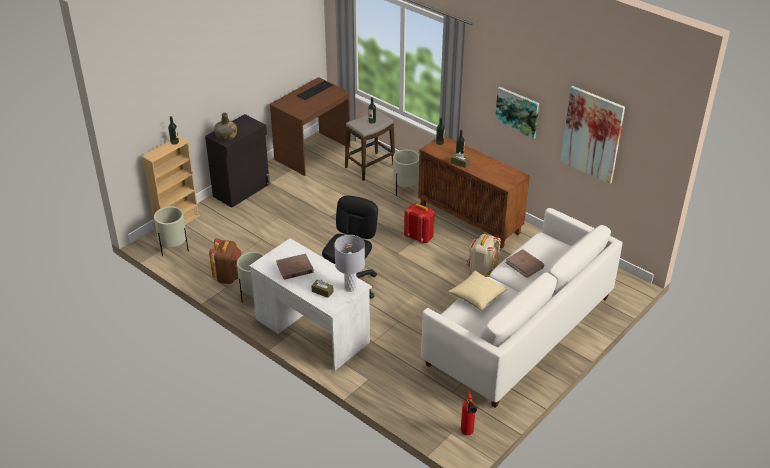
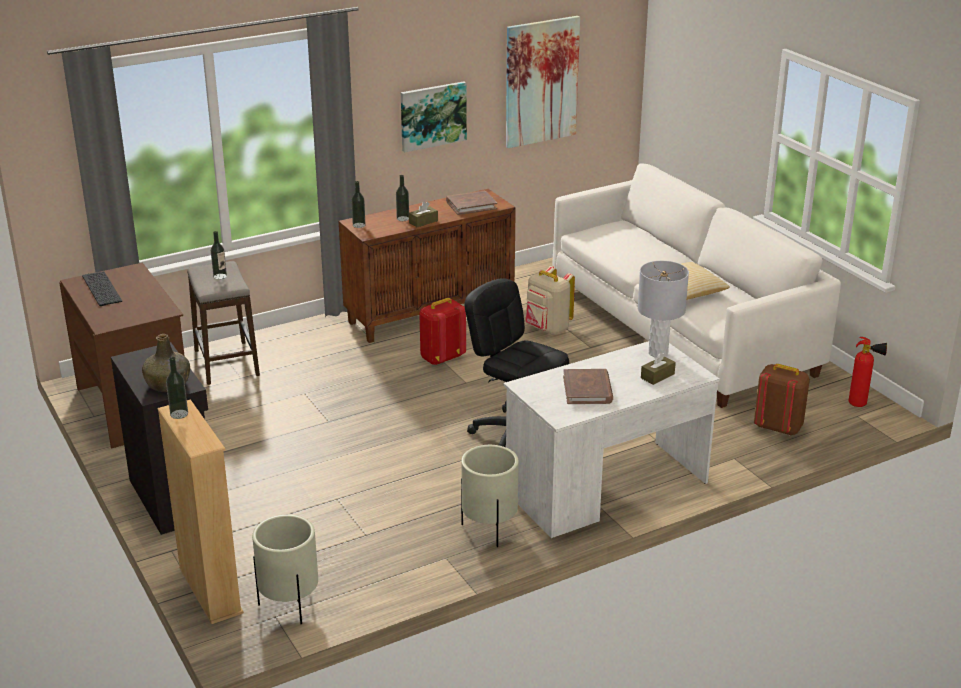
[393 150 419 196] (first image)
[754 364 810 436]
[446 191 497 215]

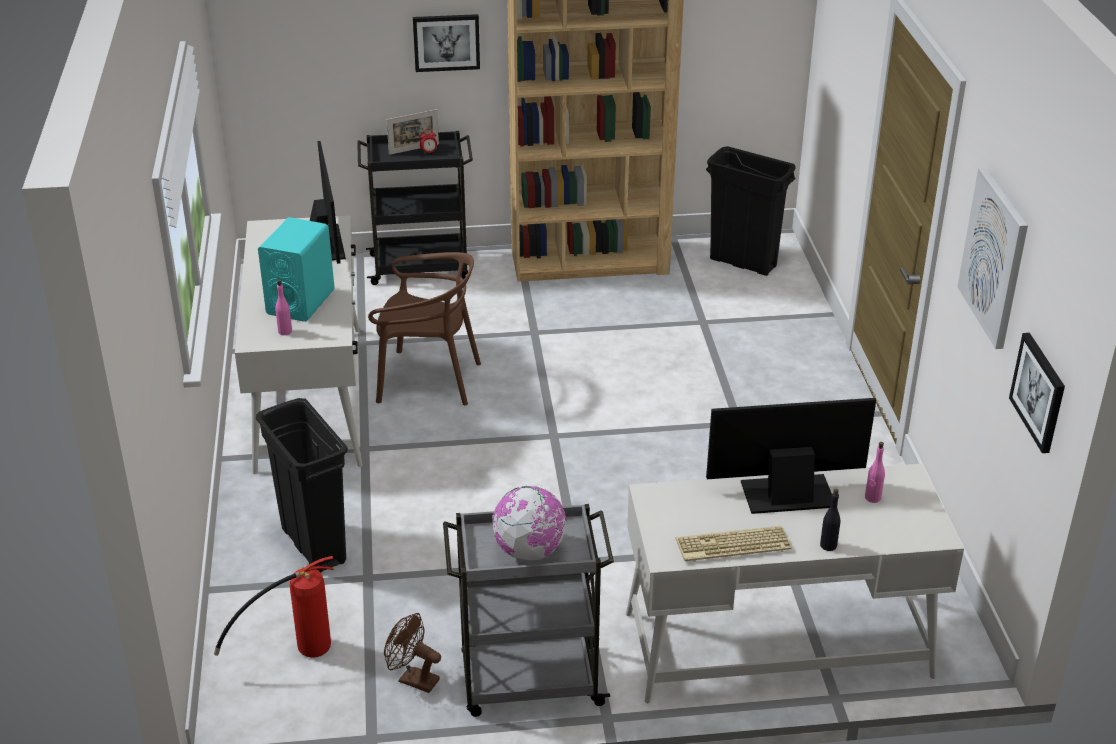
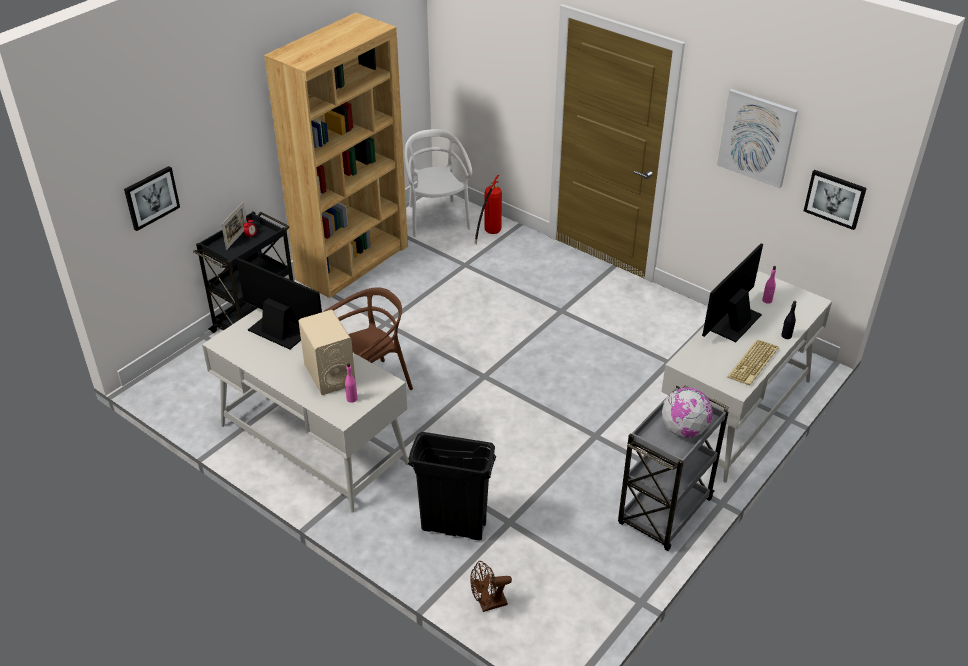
[474 175 502 244]
[470 561 512 612]
[124 166 180 231]
[404 129 472 237]
[298 310 355 395]

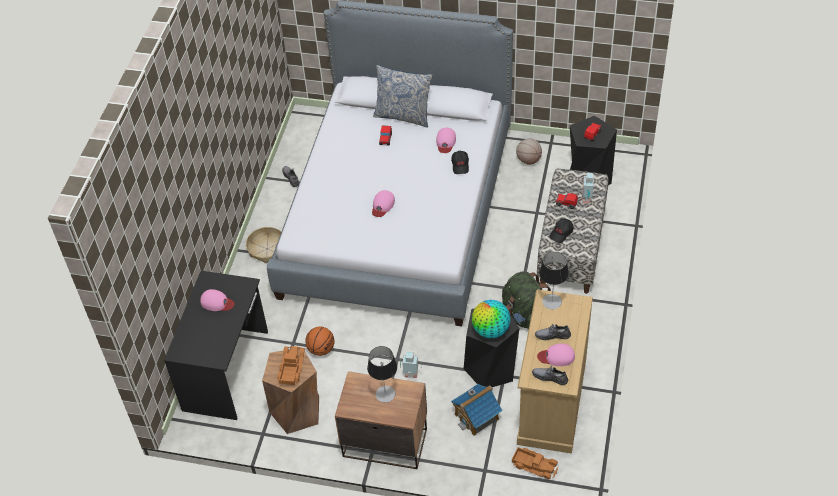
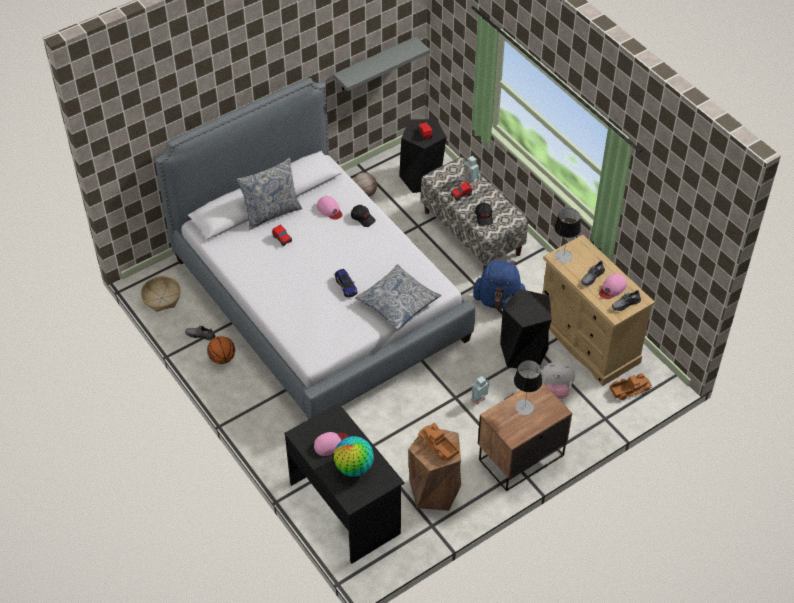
[333 36 430 91]
[355 264 441 330]
[141 276 181 312]
[207 336 235 364]
[334 436 374 477]
[335 269 357 297]
[541 361 575 399]
[473 259 526 309]

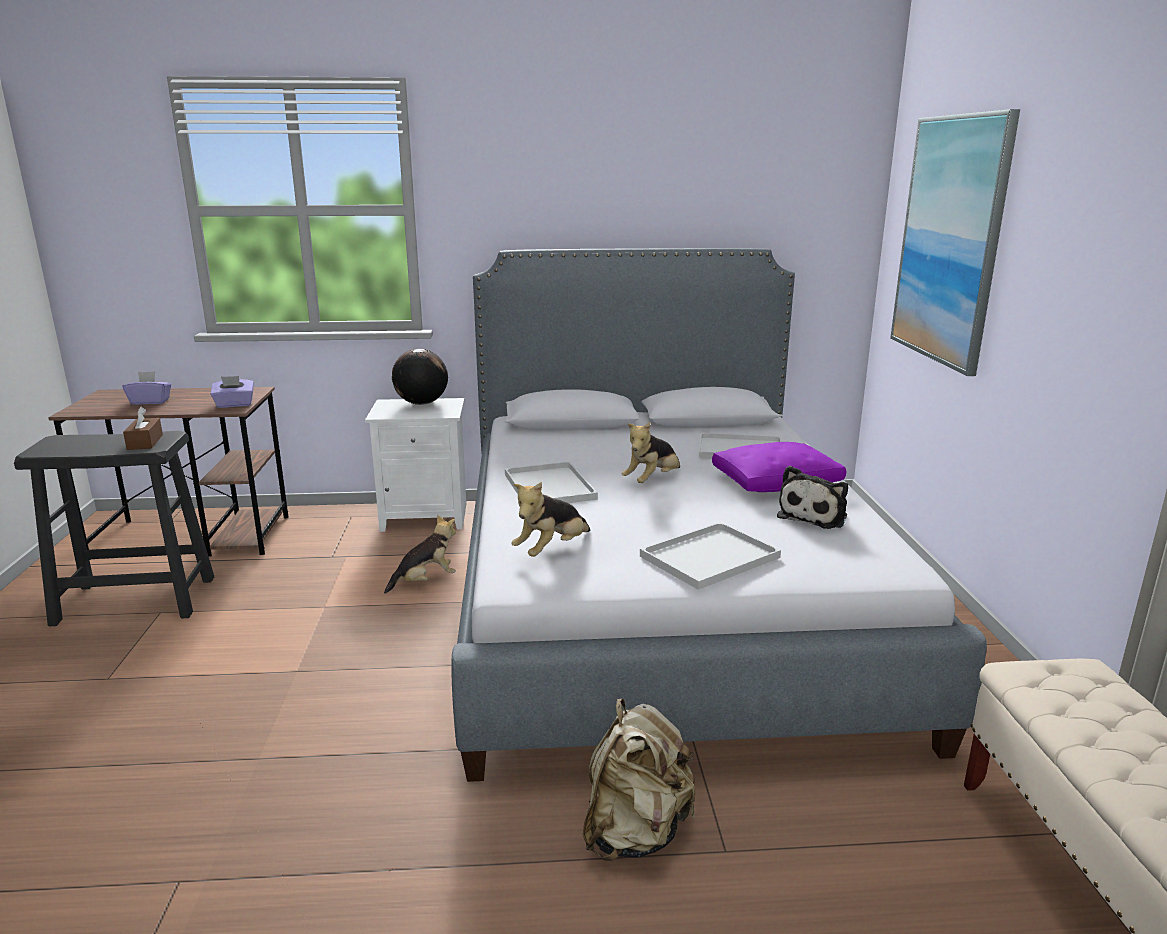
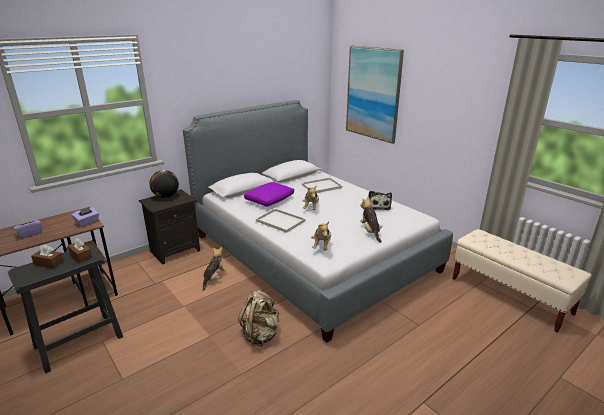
[31 245 64 268]
[238 290 279 346]
[244 182 294 207]
[360 196 383 243]
[139 189 200 265]

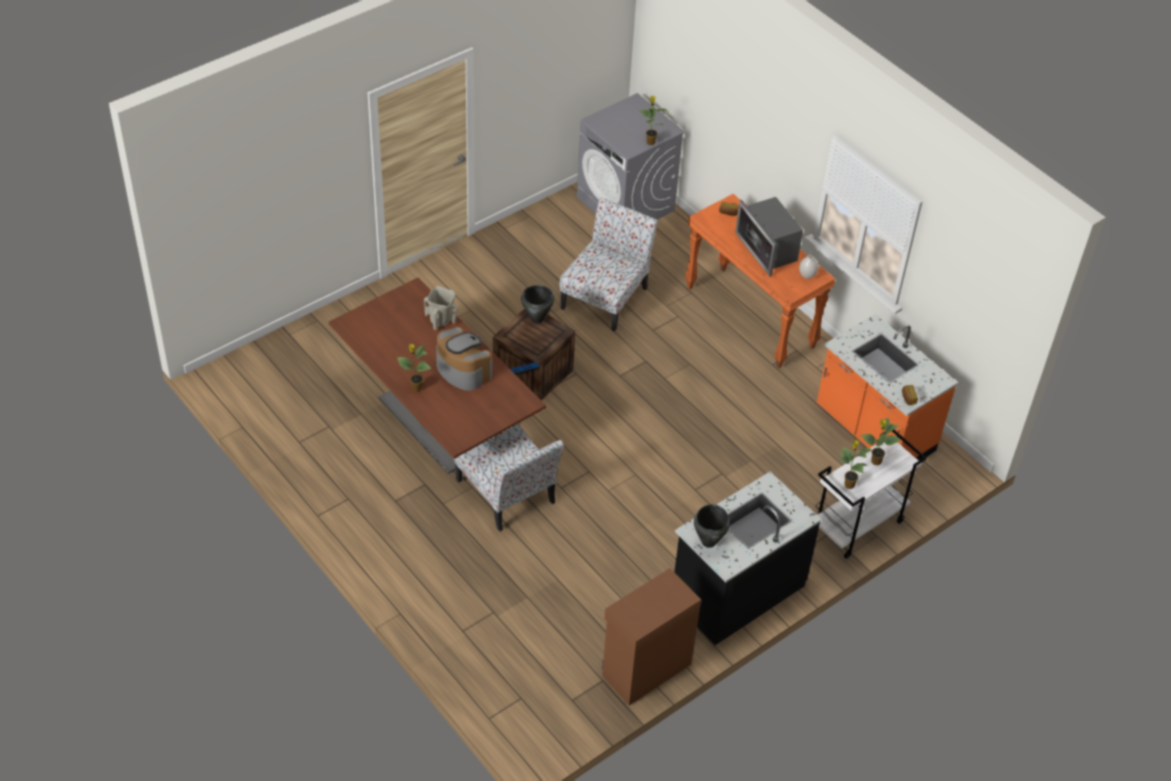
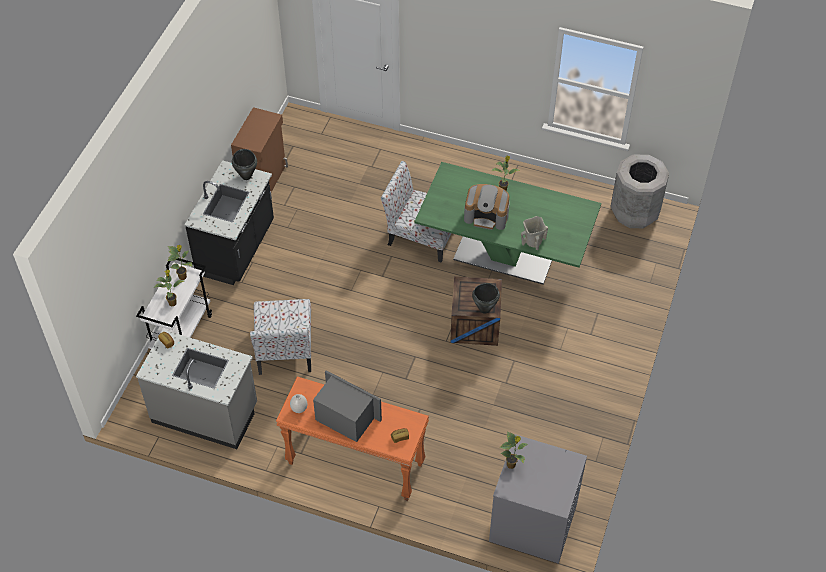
[610 155 669 228]
[250 299 311 375]
[414 162 601 284]
[136 330 257 449]

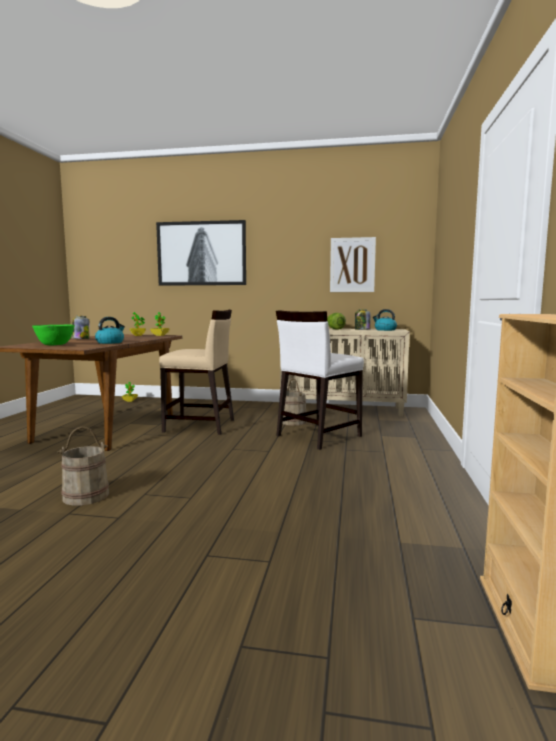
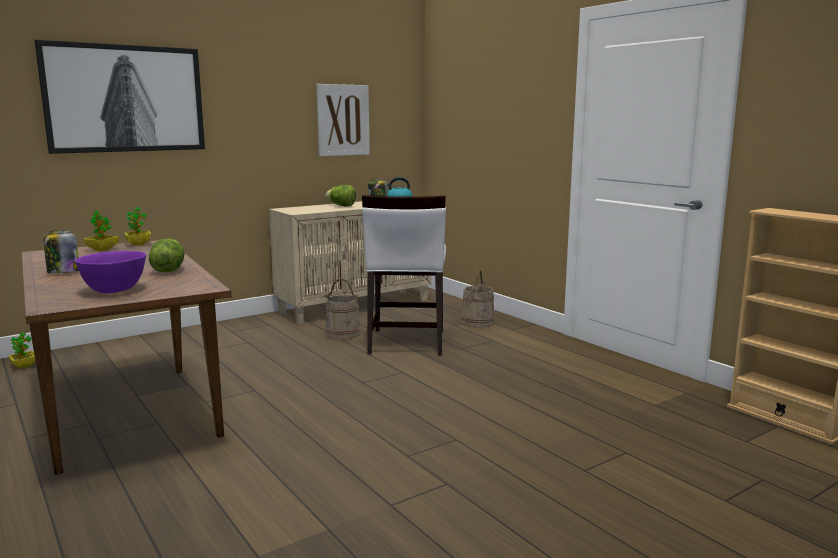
[159 309 234 435] (first image)
[461 270 495 328]
[149 238 184 272]
[75 251 146 293]

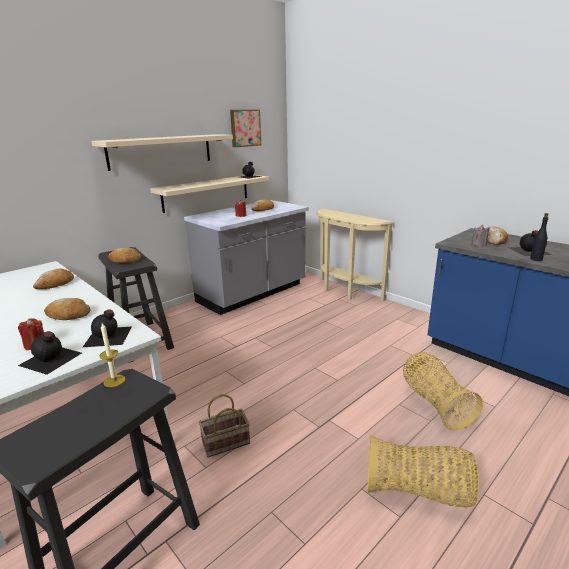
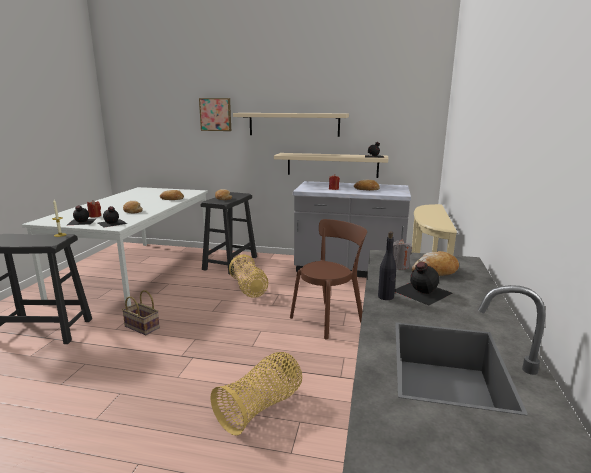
[290 219 367 340]
[199 98 231 131]
[229 255 268 298]

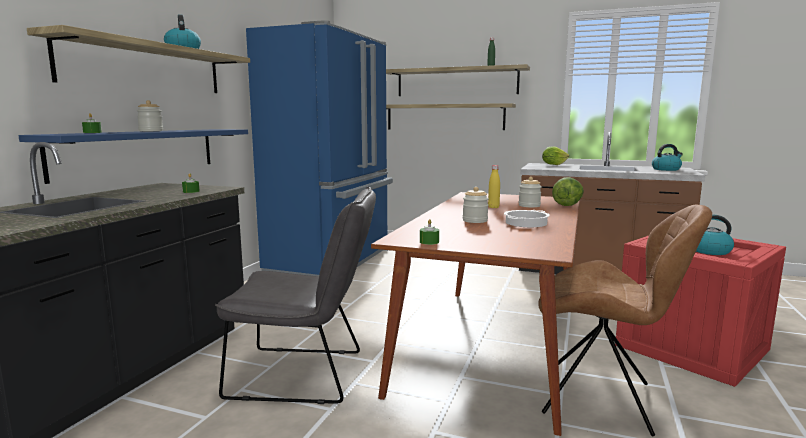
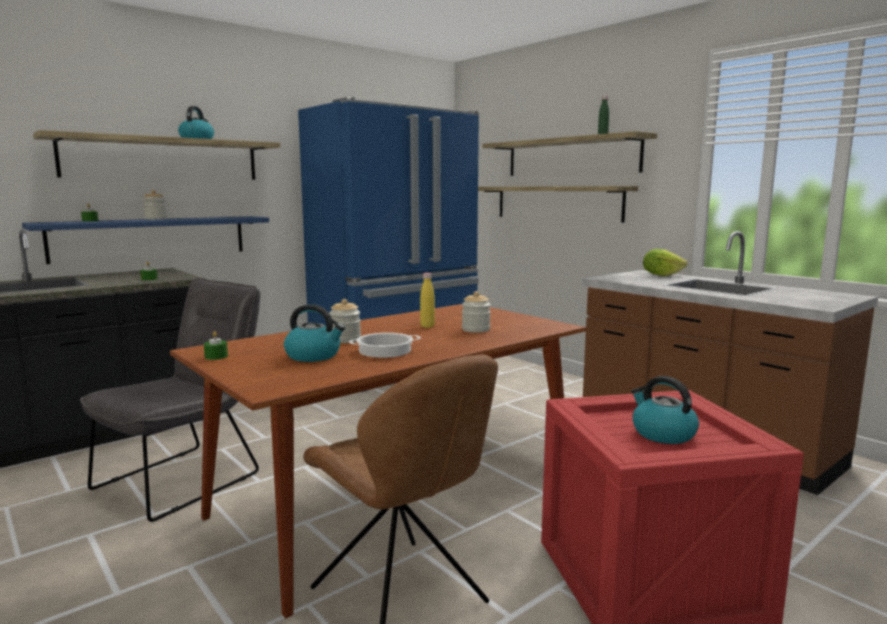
[552 177 584 206] (first image)
[284 304 345 362]
[80 278 261 522]

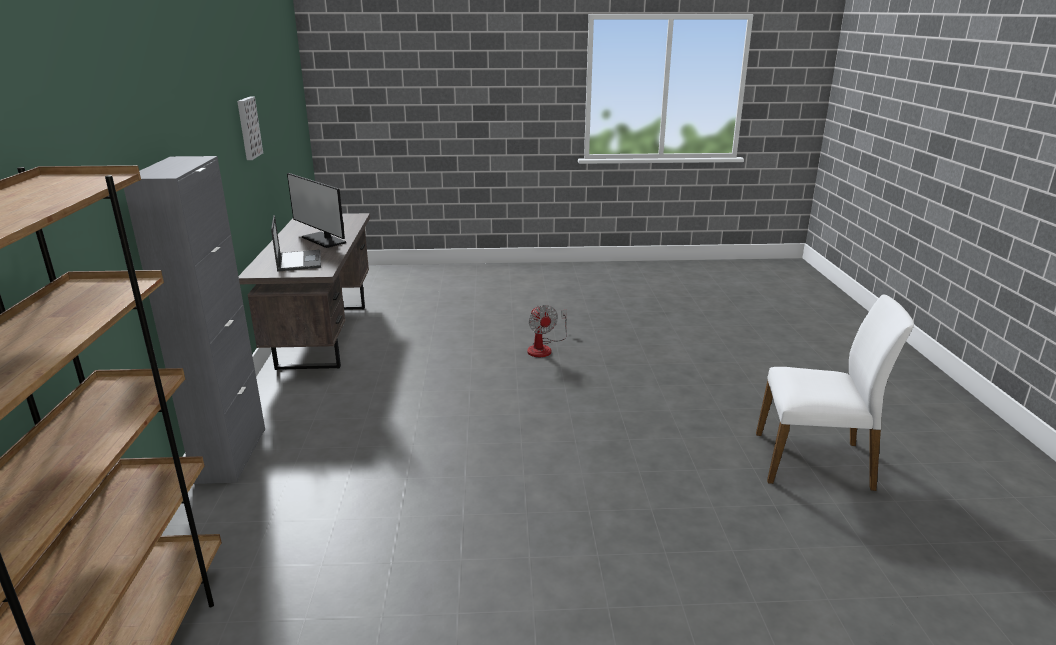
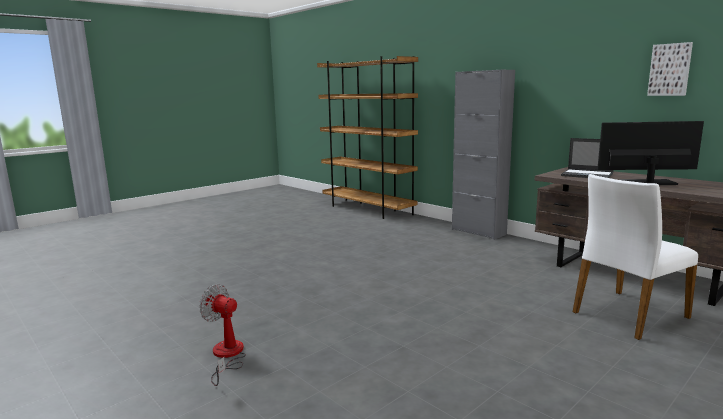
[199 284 246 386]
[573 174 698 340]

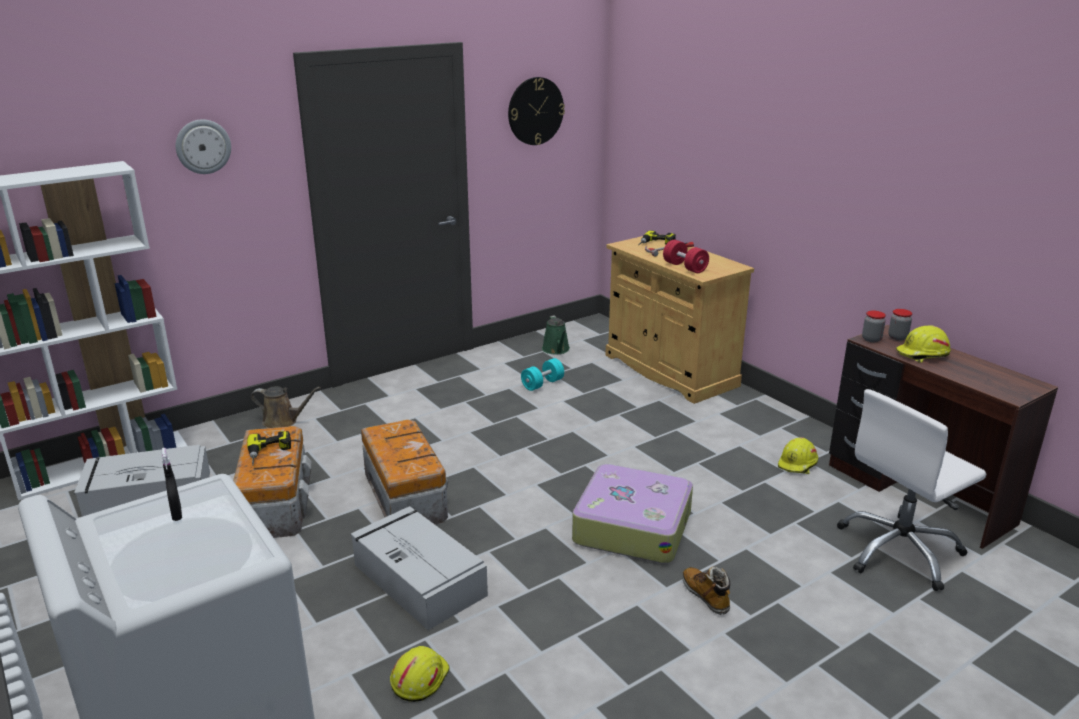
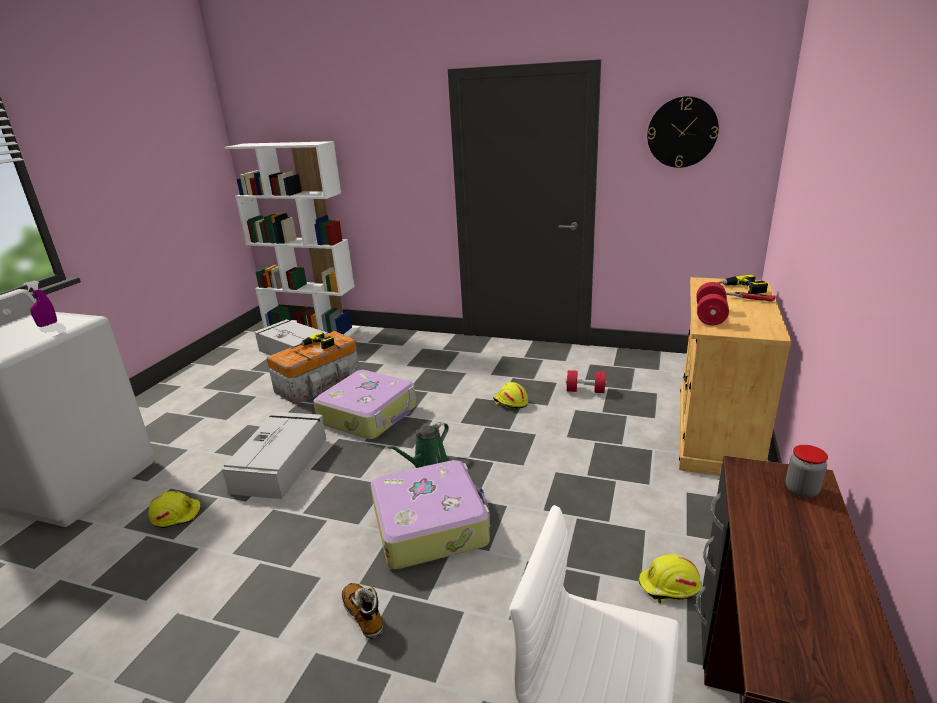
[176 119 231 174] (first image)
[251 386 321 428] (first image)
[862 310 886 342] (first image)
[388 422 449 468]
[493 382 528 408]
[313 370 416 439]
[23 280 57 327]
[566 370 607 393]
[342 583 384 639]

